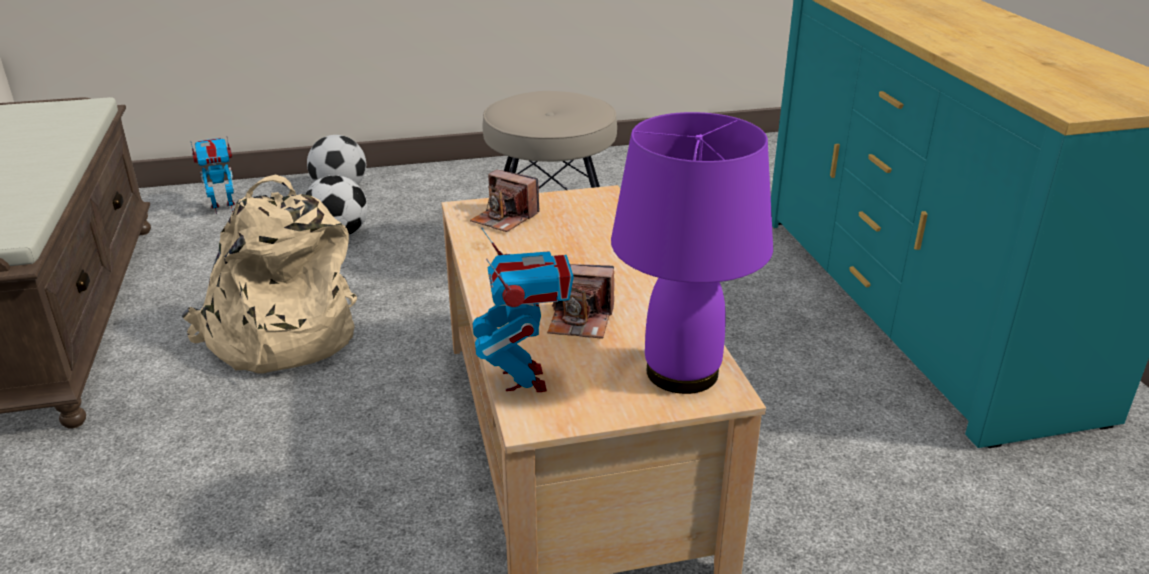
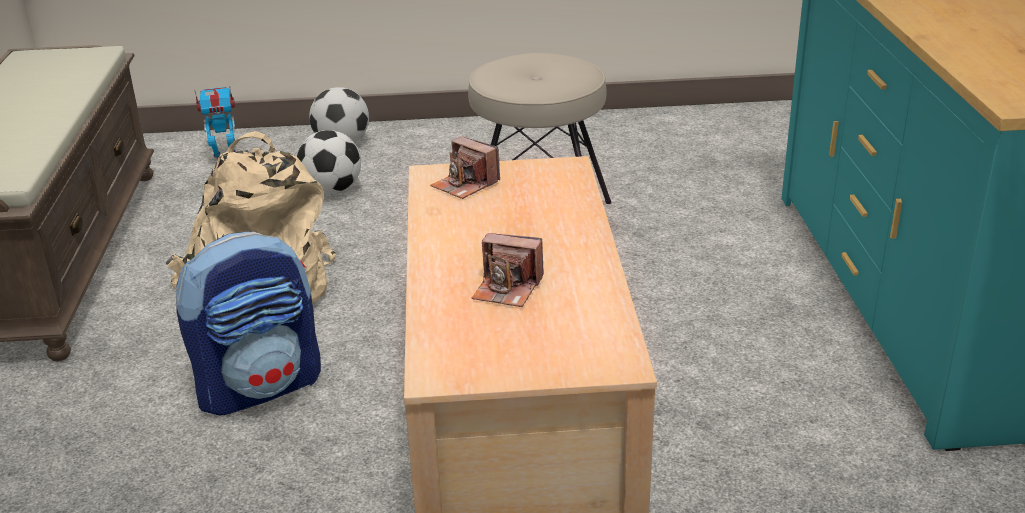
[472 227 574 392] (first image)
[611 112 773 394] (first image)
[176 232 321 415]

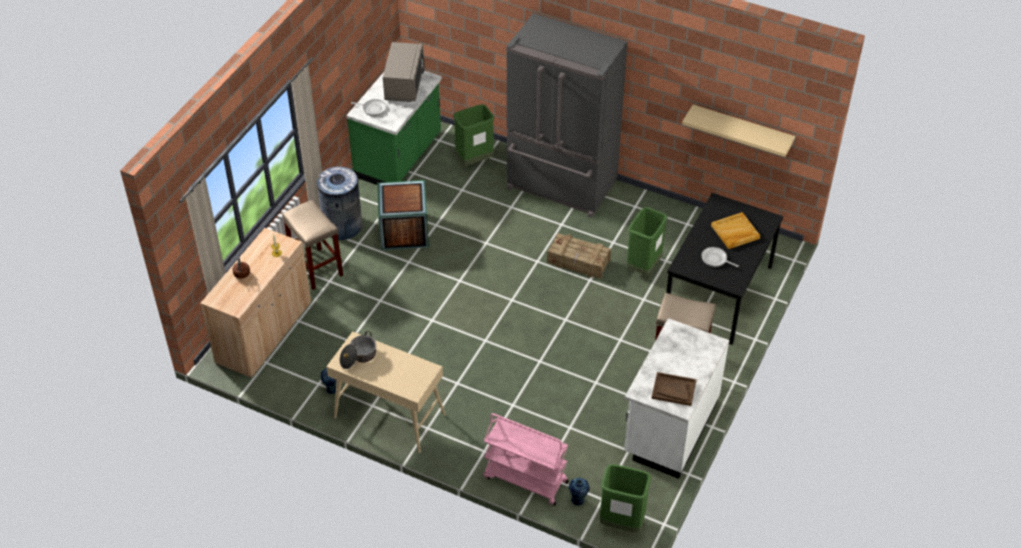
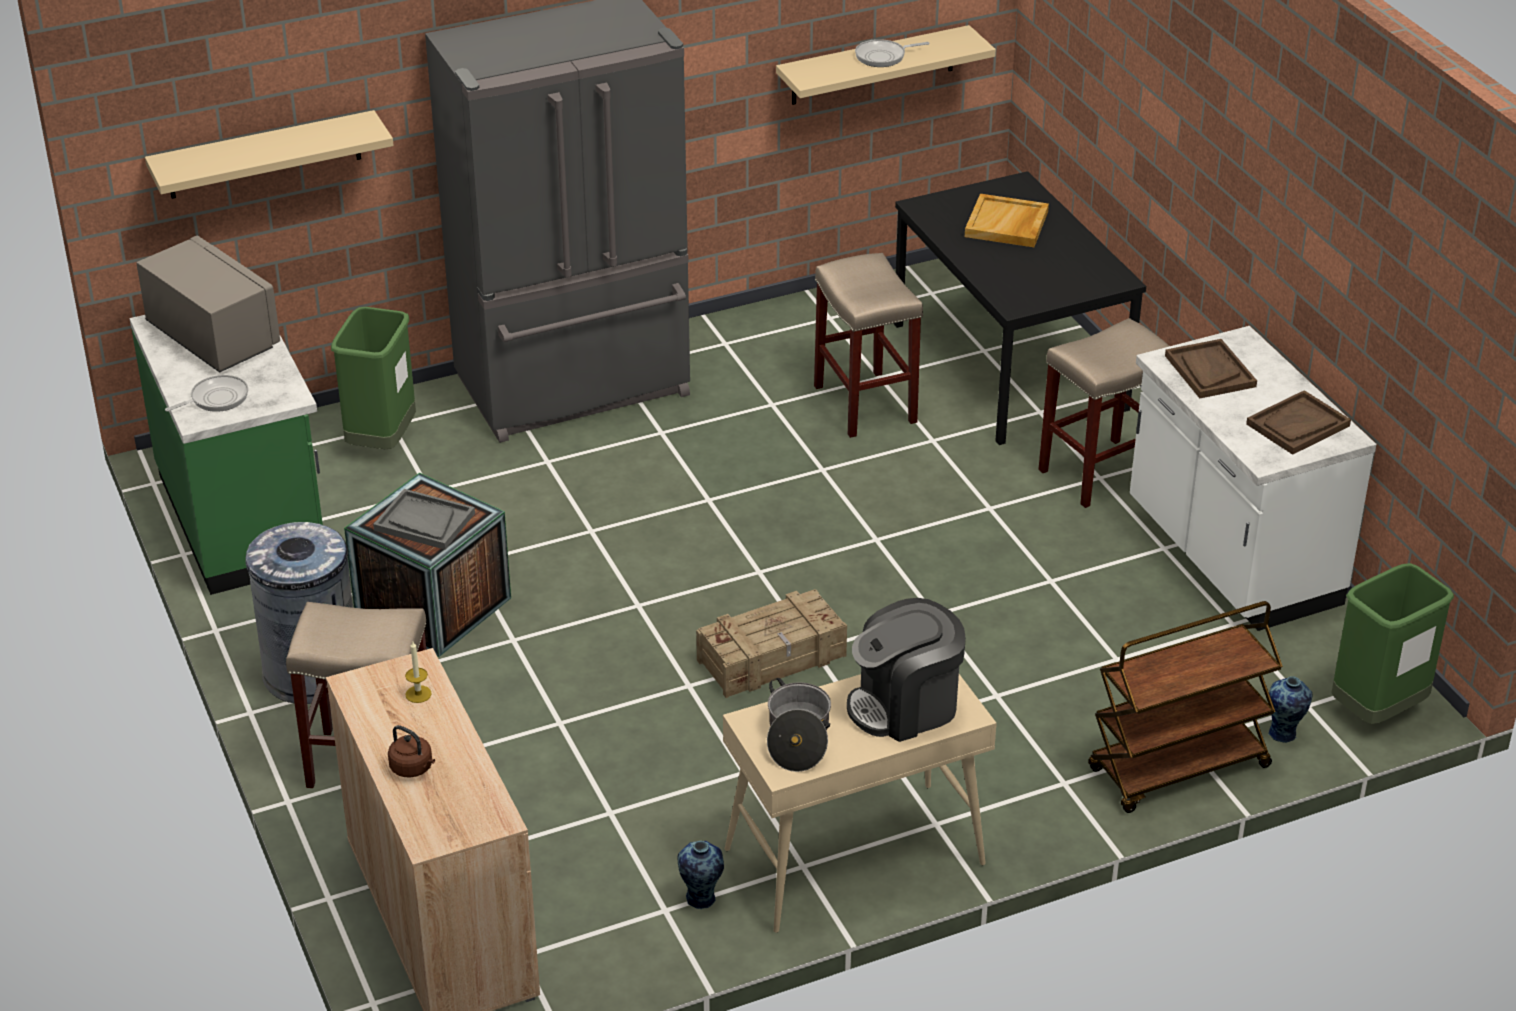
[145 110 394 199]
[373 489 475 550]
[847 598 966 742]
[1165 339 1257 398]
[696 589 847 698]
[855 39 929 67]
[814 253 923 438]
[1088 601 1283 813]

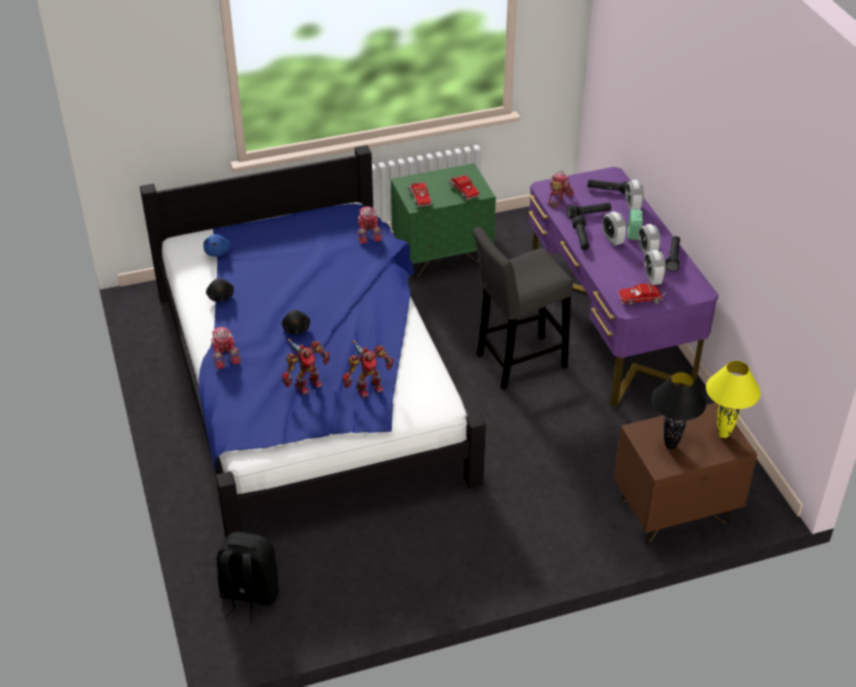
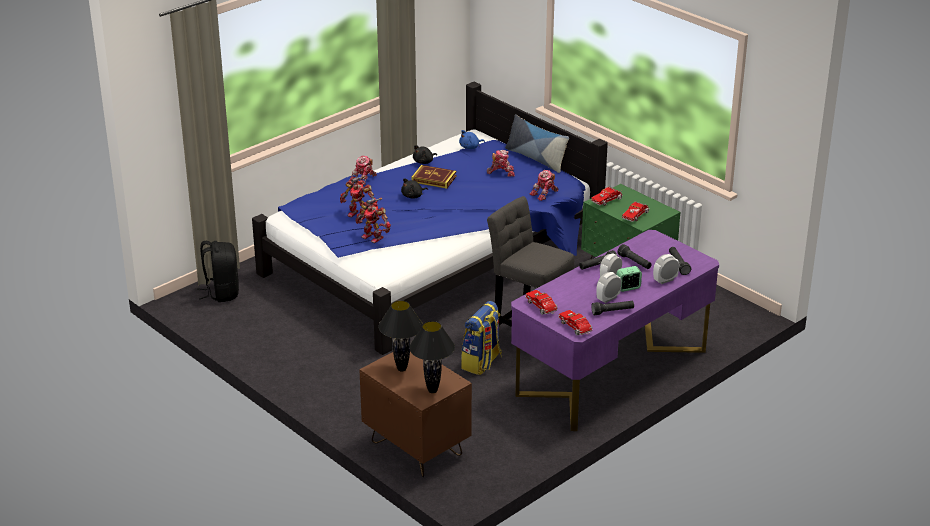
[644 250 666 285] (first image)
[412 165 456 189]
[461 301 502 375]
[505 114 569 173]
[558 310 593 335]
[487 150 515 177]
[409 321 455 393]

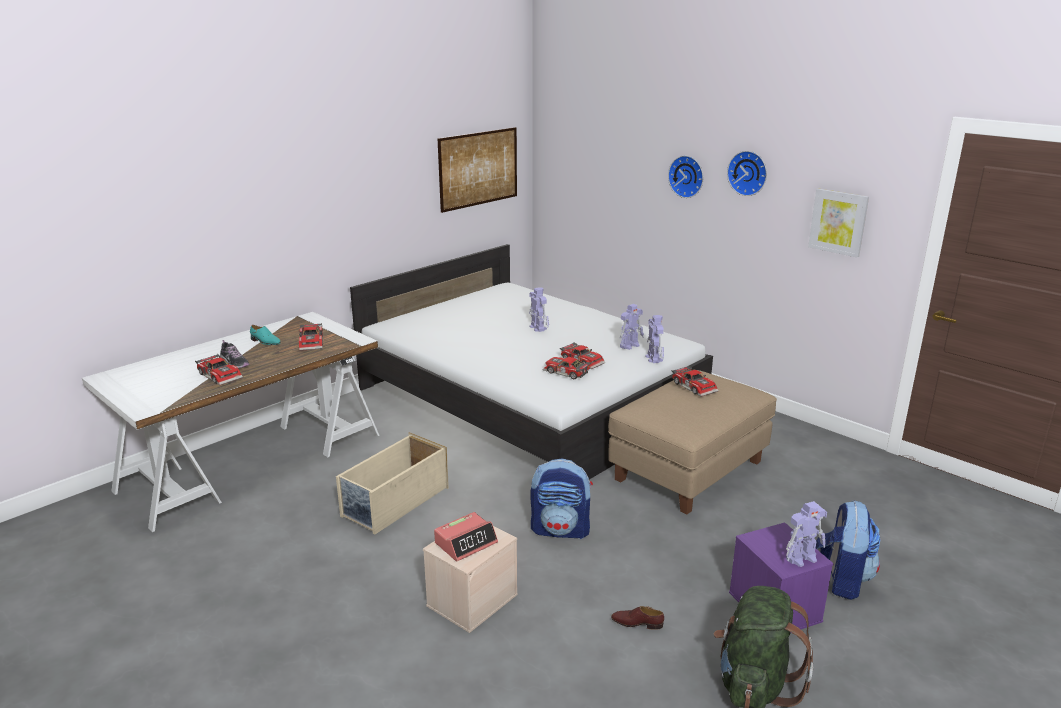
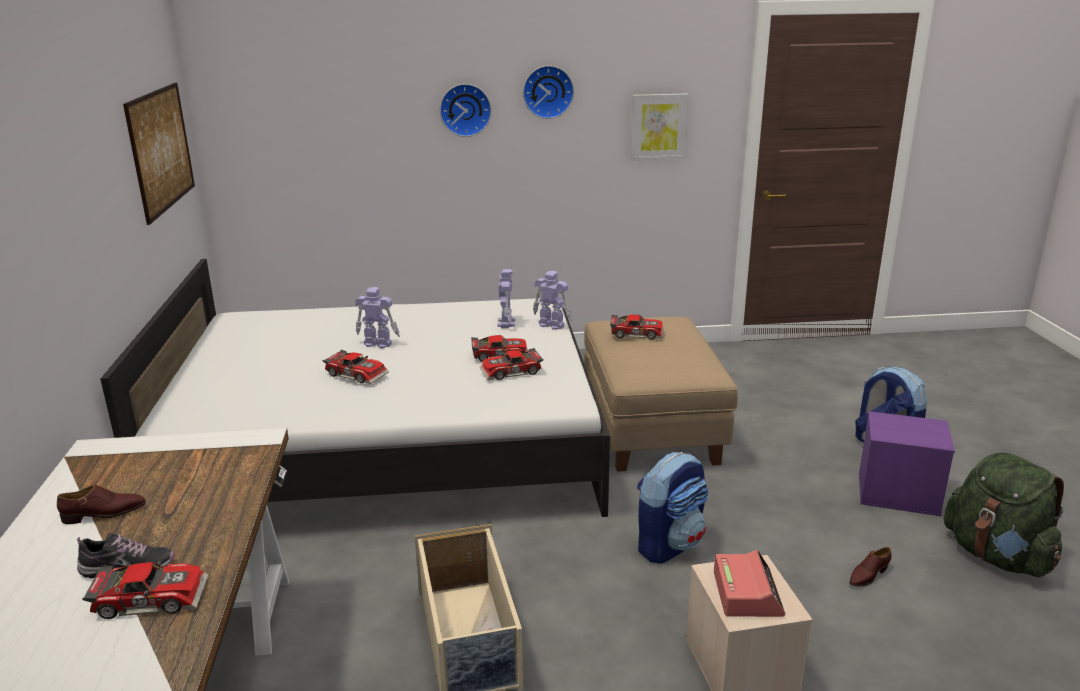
[786 501 827 567] (first image)
[322 350 389 384]
[57 485 146 524]

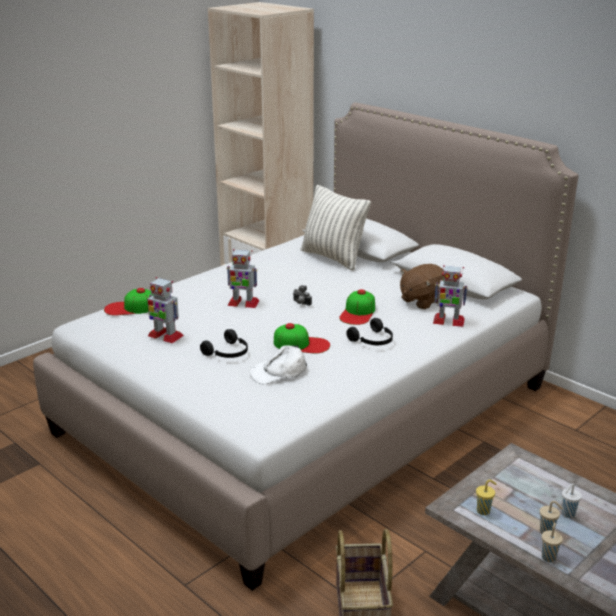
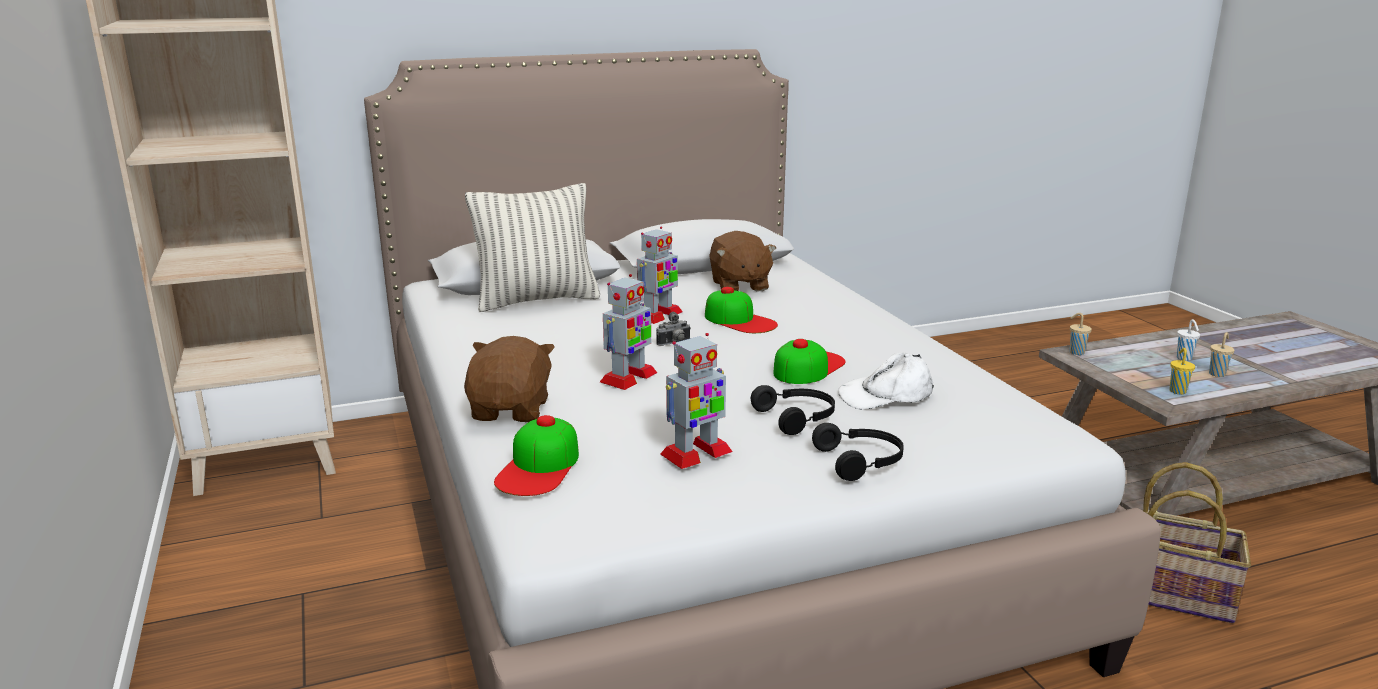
[464 336 555 422]
[812 423 904 481]
[637 227 683 324]
[1070 313 1092 355]
[838 352 934 410]

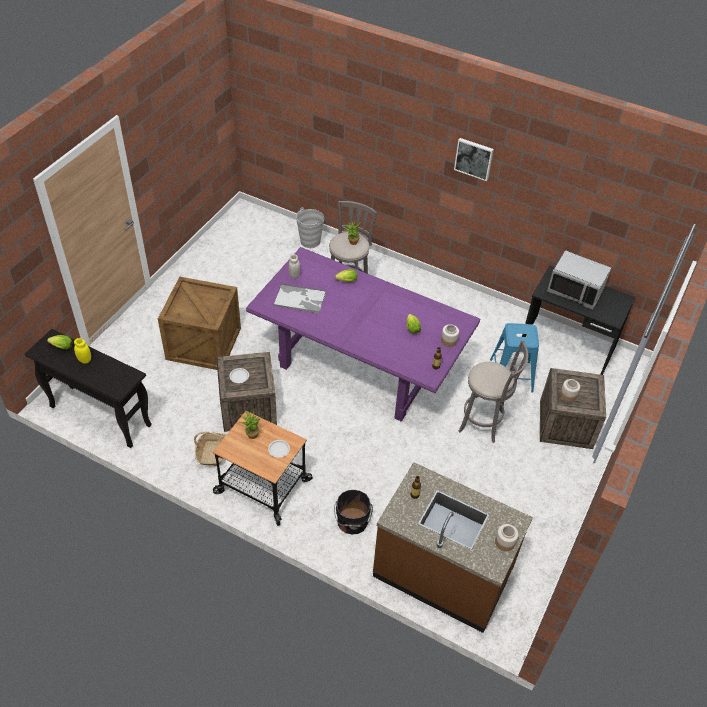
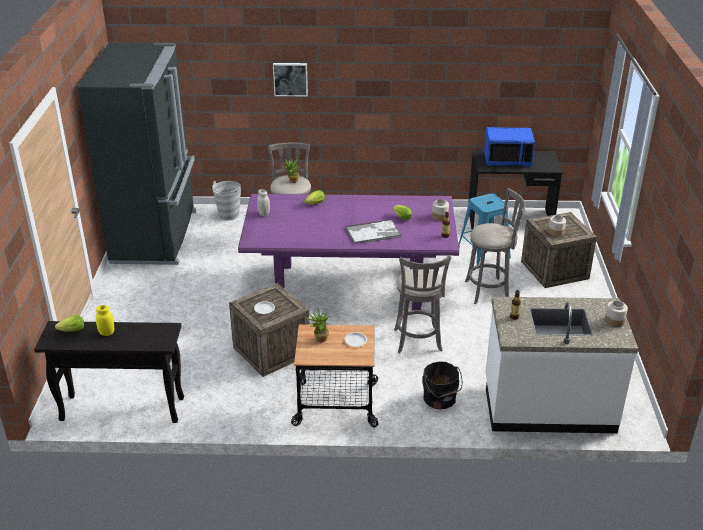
[158 277 241 370] (first image)
[194 432 226 466] (first image)
[77 43 196 265]
[394 255 451 353]
[346 219 402 244]
[273 63 308 96]
[485 297 639 433]
[484 127 535 166]

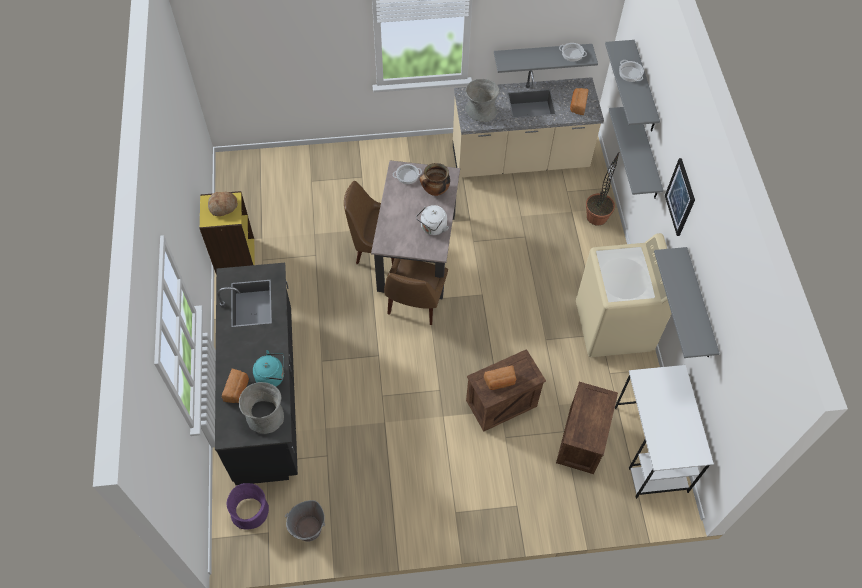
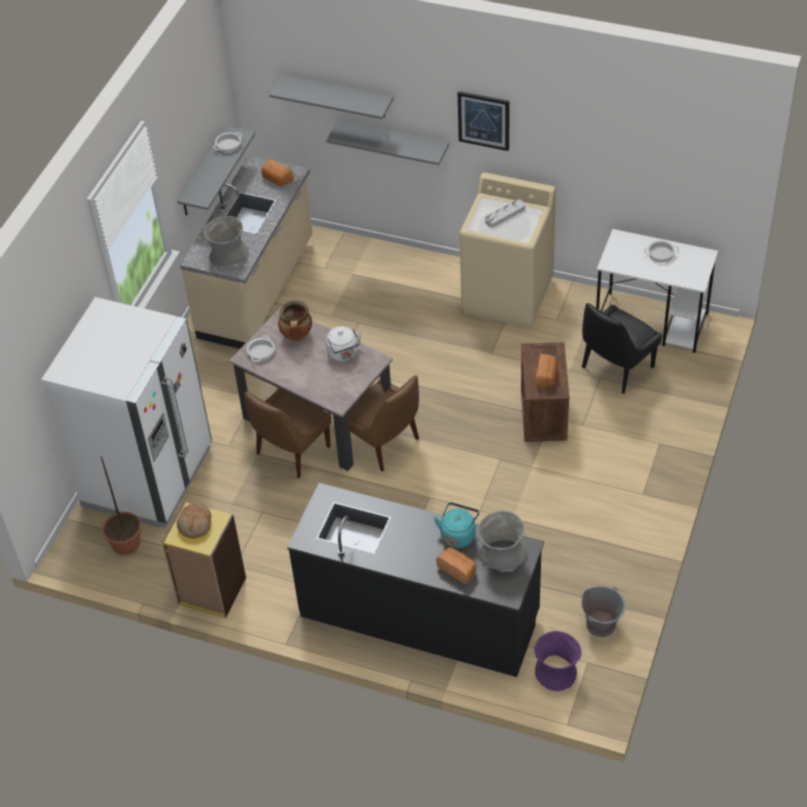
[654 247 720 358] (first image)
[41 297 212 528]
[485 199 525 228]
[101 456 141 555]
[644 241 679 263]
[582 303 662 394]

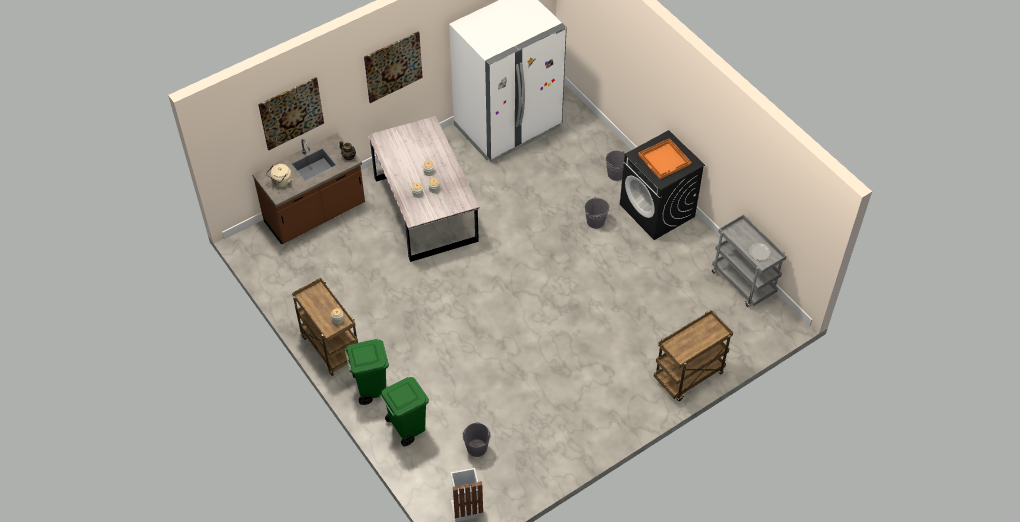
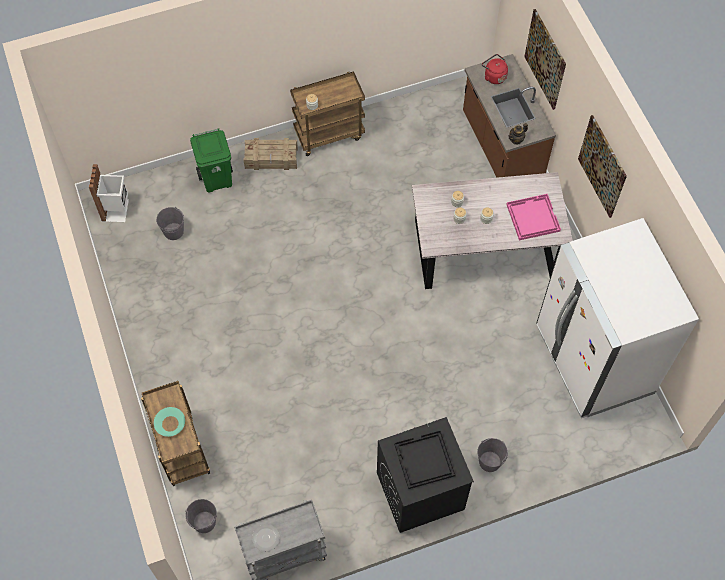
[154 407 185 437]
[506 194 561 240]
[185 499 217 533]
[244 138 298 170]
[482 54 508 84]
[394 430 456 489]

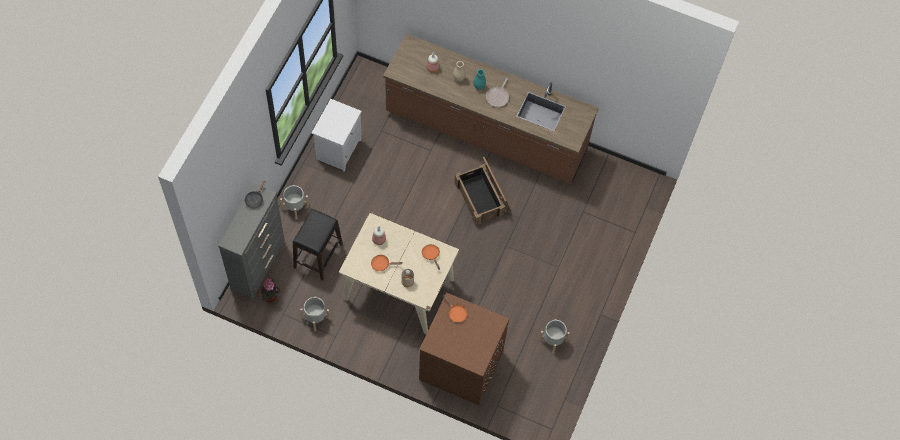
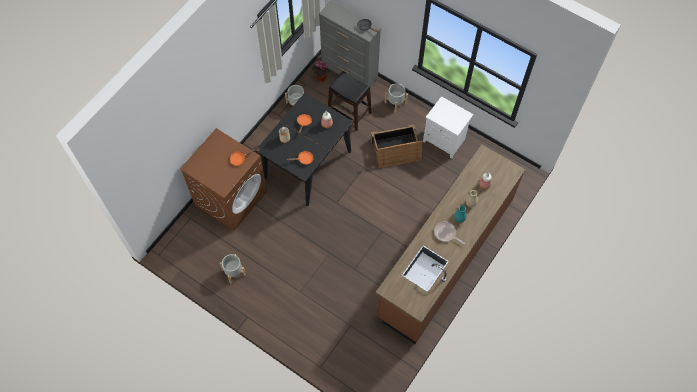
[371 125 423 168]
[255 93 354 206]

